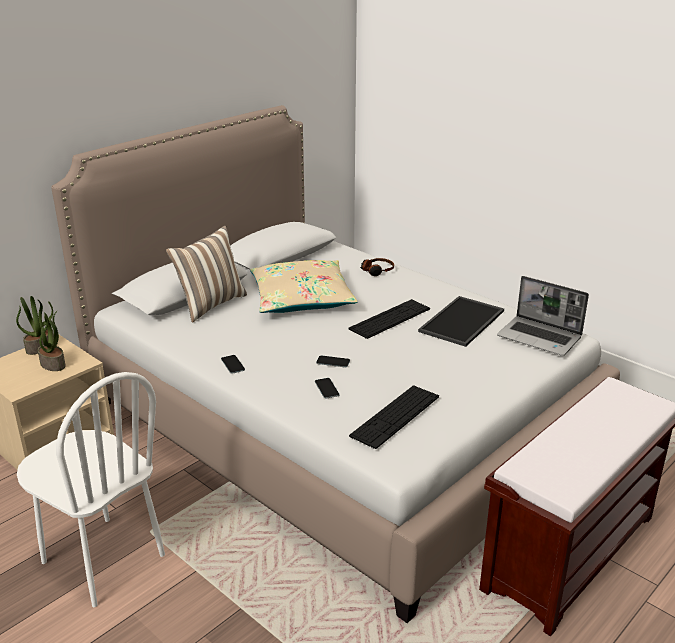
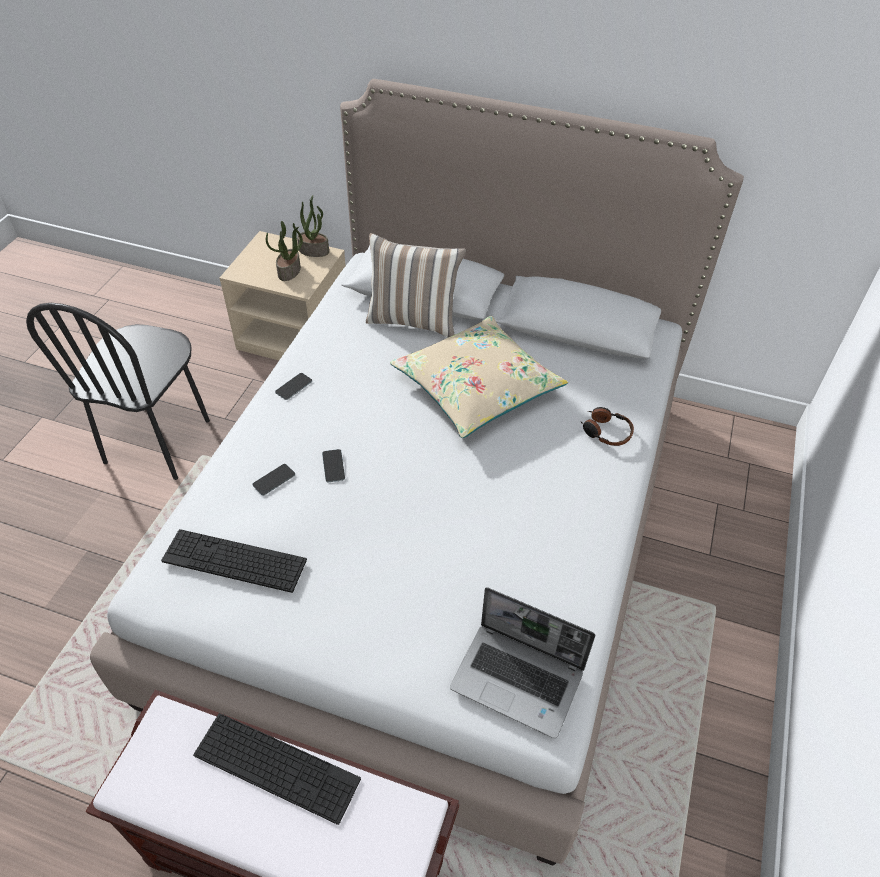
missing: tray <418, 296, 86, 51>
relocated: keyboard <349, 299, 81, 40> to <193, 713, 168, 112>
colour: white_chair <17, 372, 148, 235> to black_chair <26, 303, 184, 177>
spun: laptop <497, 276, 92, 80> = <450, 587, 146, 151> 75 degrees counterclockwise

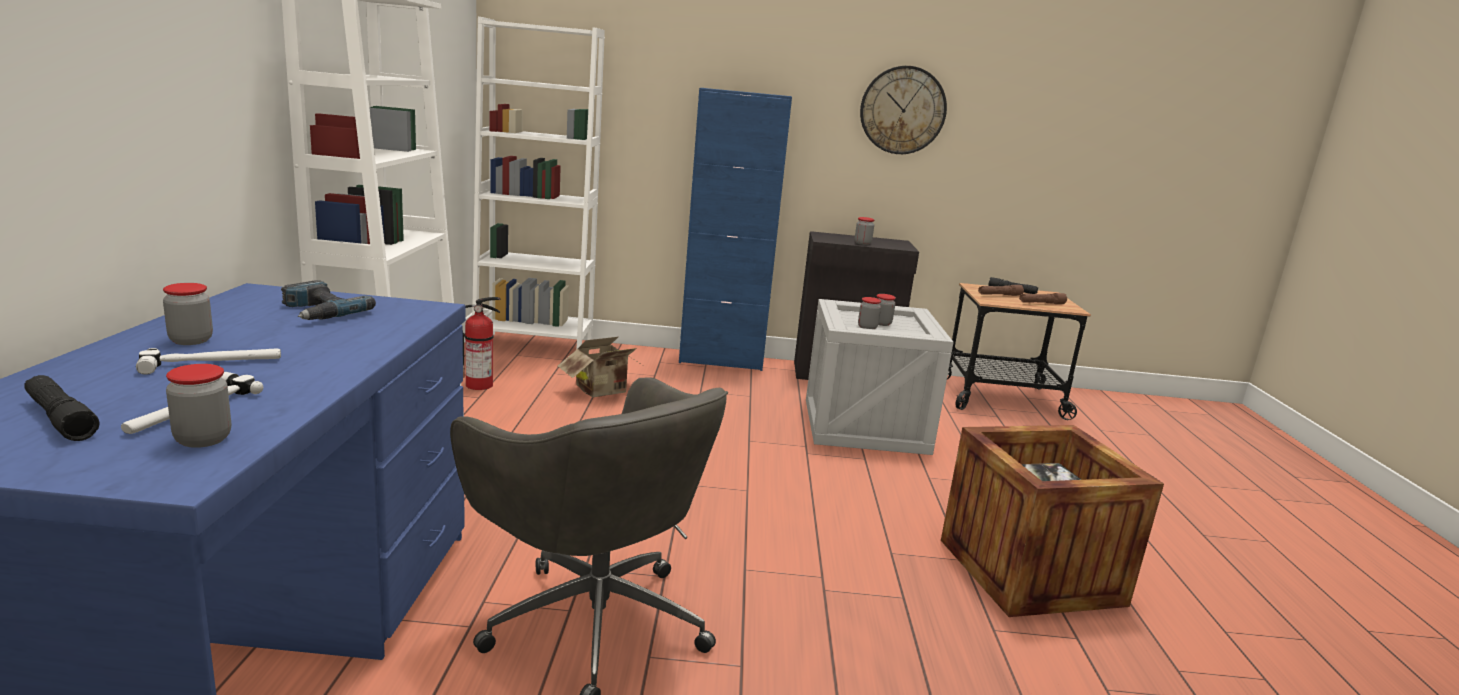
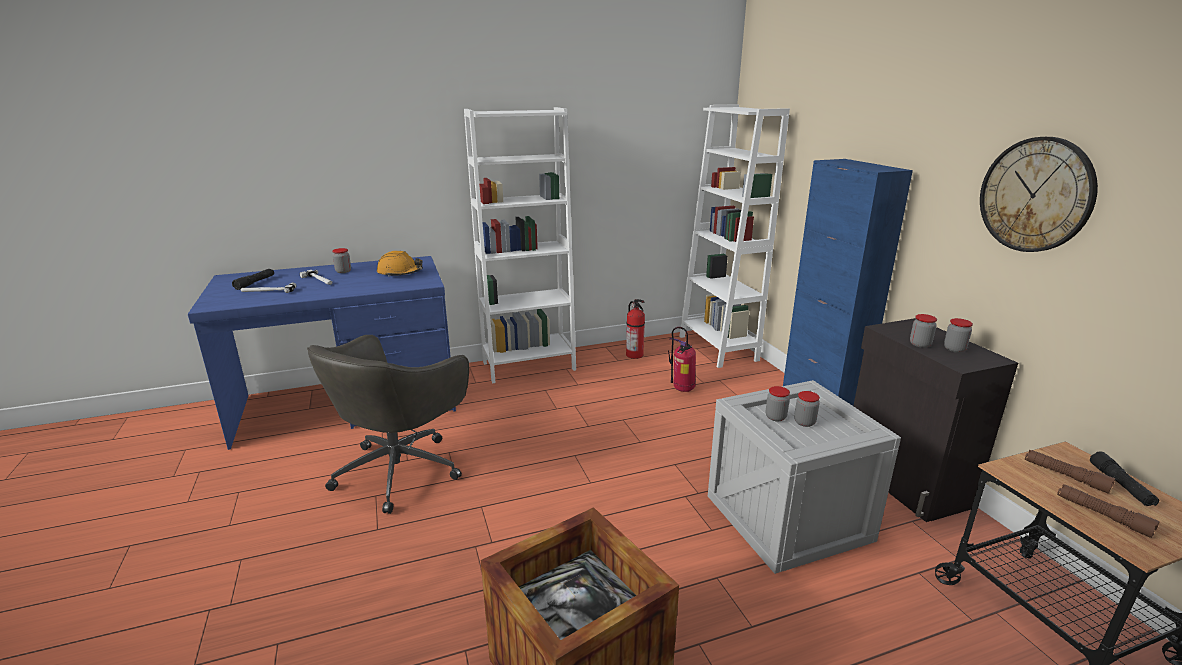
relocated: jar <166, 364, 65, 84> to <944, 318, 29, 35>
exchanged: power_drill <281, 280, 95, 40> to orange_hard_hat <377, 251, 46, 26>; cardboard_box <558, 337, 84, 60> to fire_extinguisher <668, 327, 28, 65>

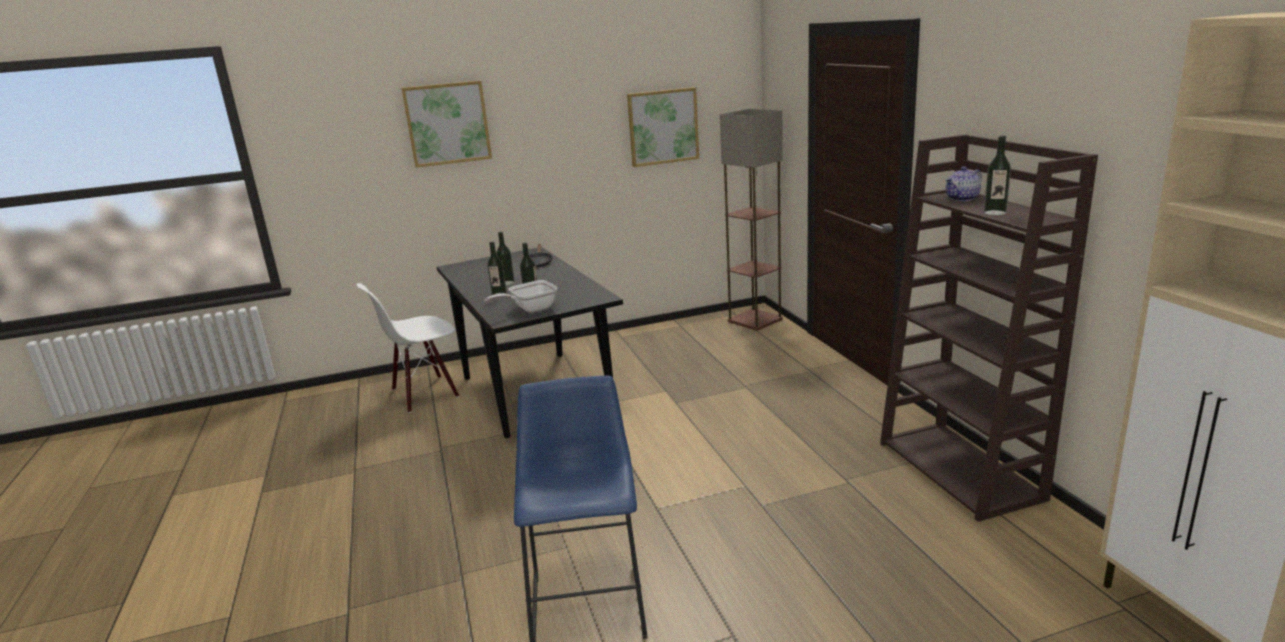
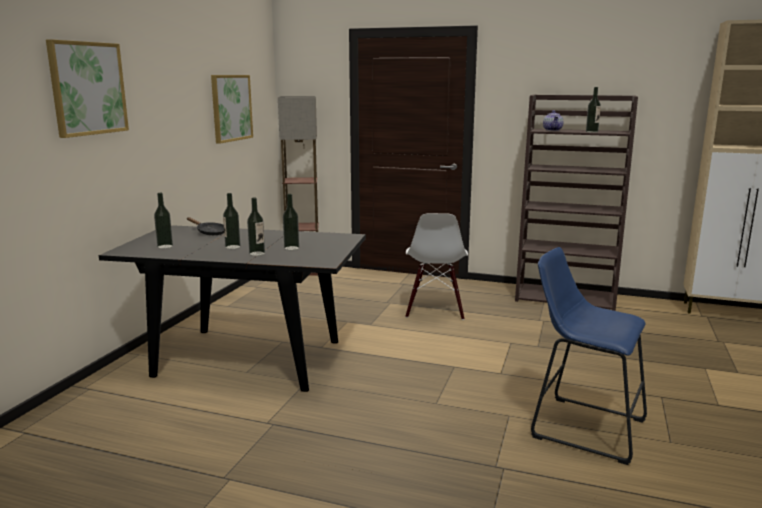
missing: frying_pan <484, 280, 74, 32>
appeared: bottle <154, 193, 19, 56>
relocated: white_chair <357, 283, 102, 130> to <406, 213, 62, 107>

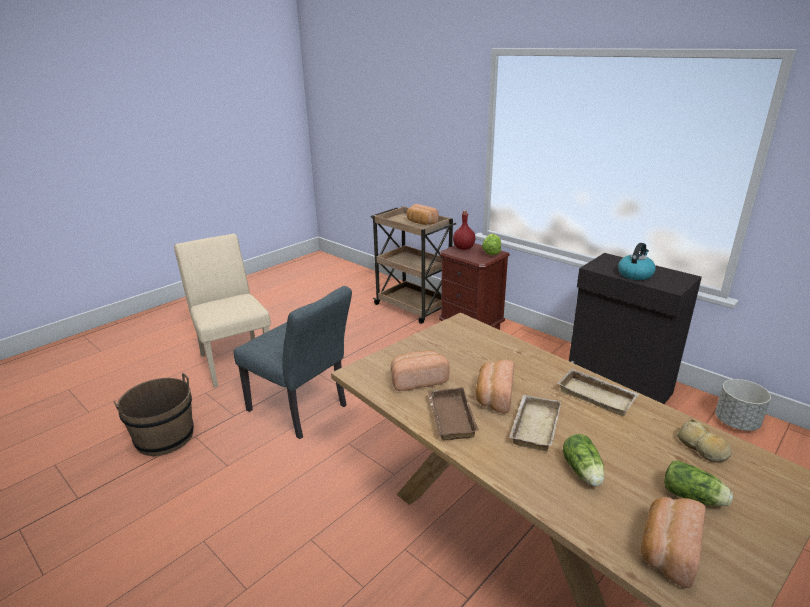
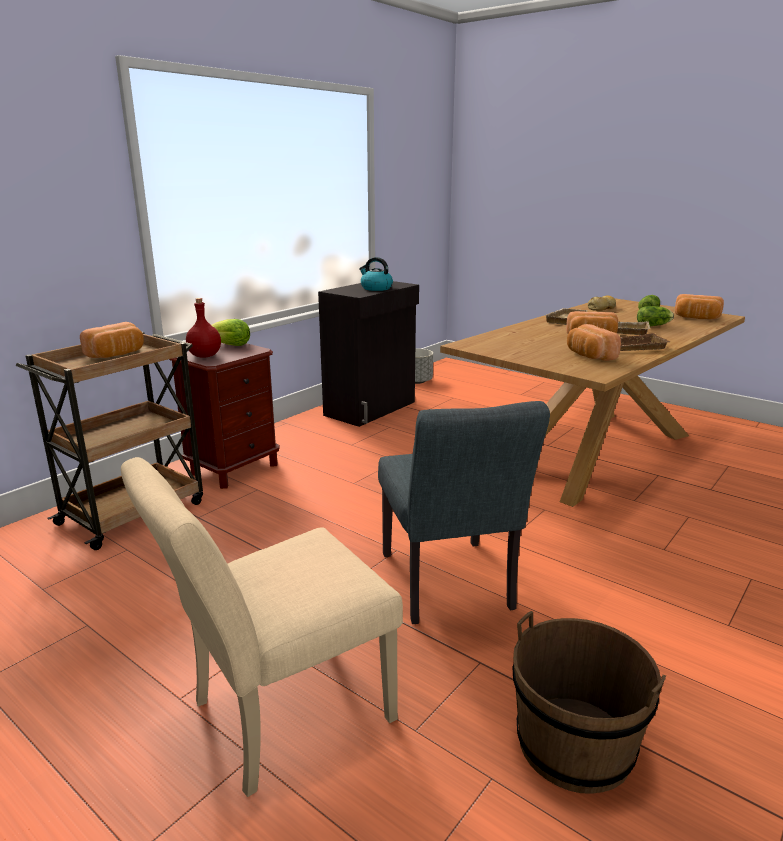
spun: grey_chair <234, 286, 118, 153> = <378, 401, 172, 223> 135 degrees clockwise

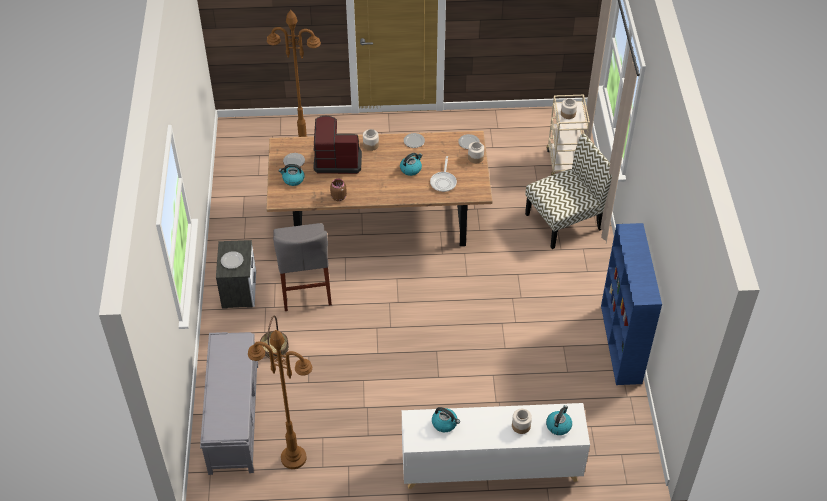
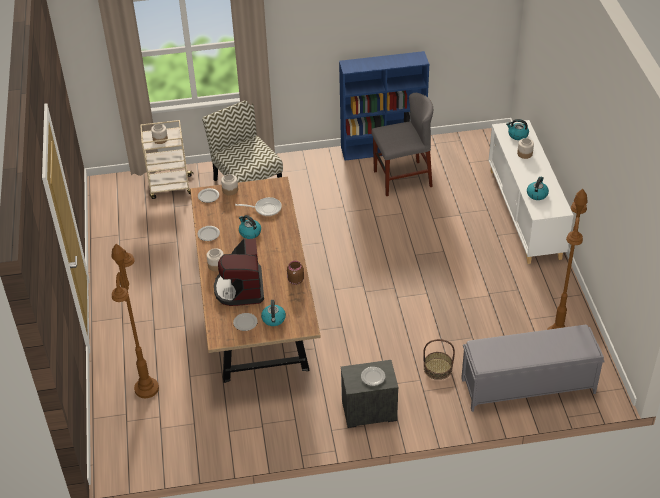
relocated: grey_chair <273, 223, 59, 88> to <371, 93, 62, 103>

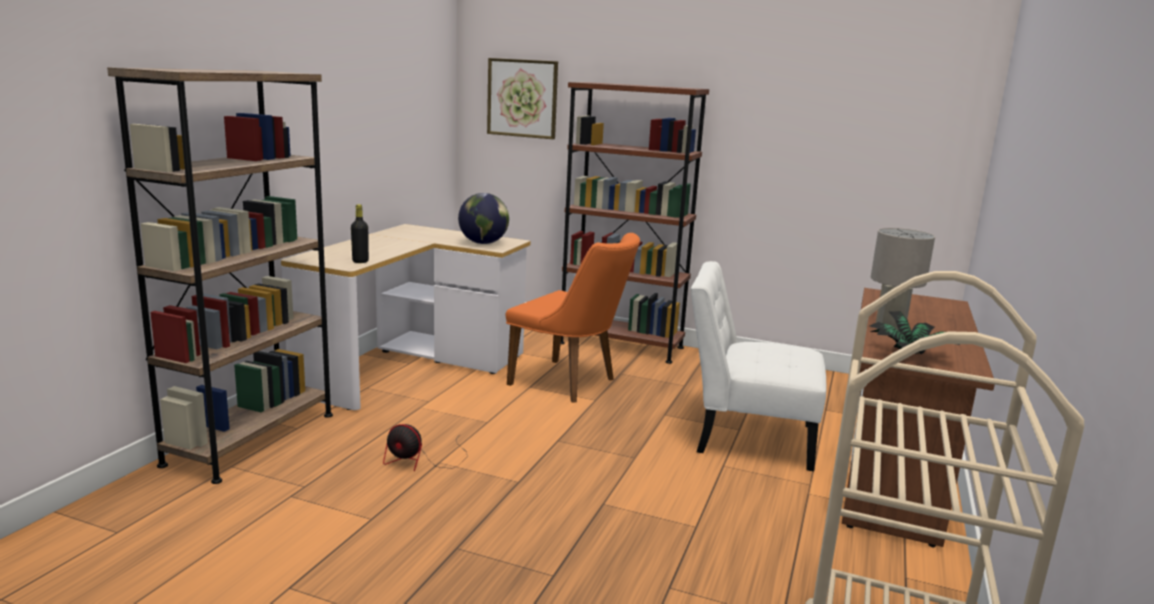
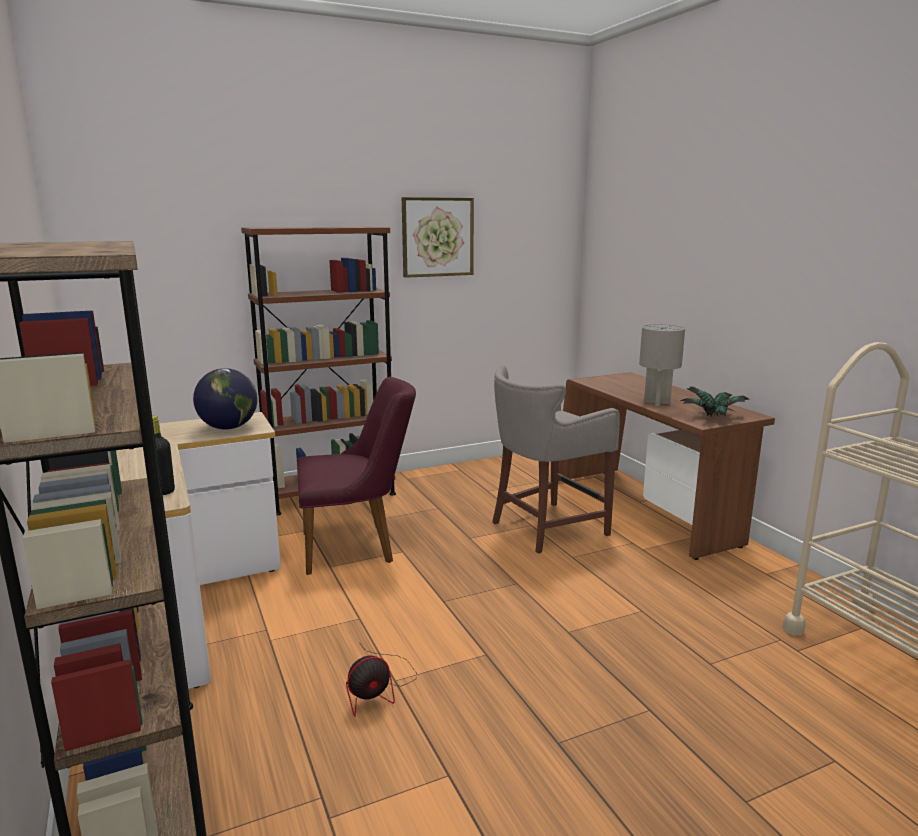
relocated: picture <487, 58, 71, 81> to <402, 197, 72, 81>
exchanged: white_chair <691, 261, 135, 210> to grey_stool <492, 365, 128, 189>
colour: orange_chair <506, 233, 134, 170> to purple_chair <297, 377, 119, 198>

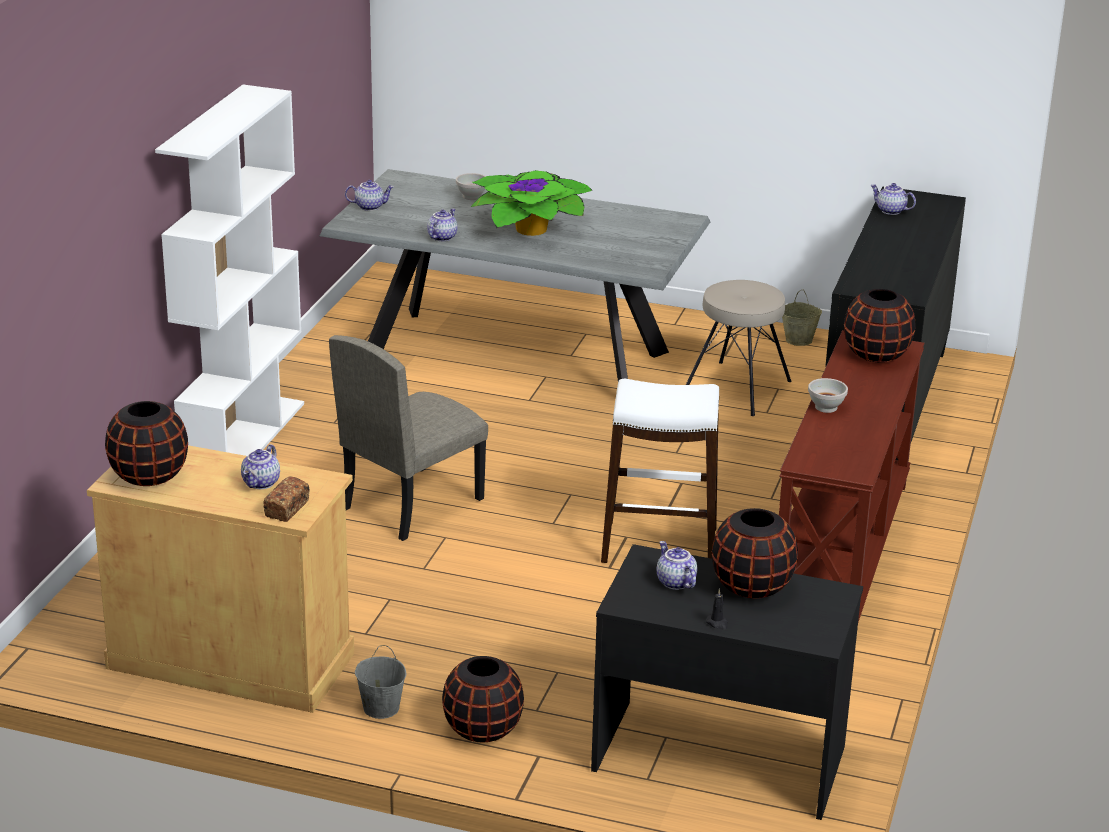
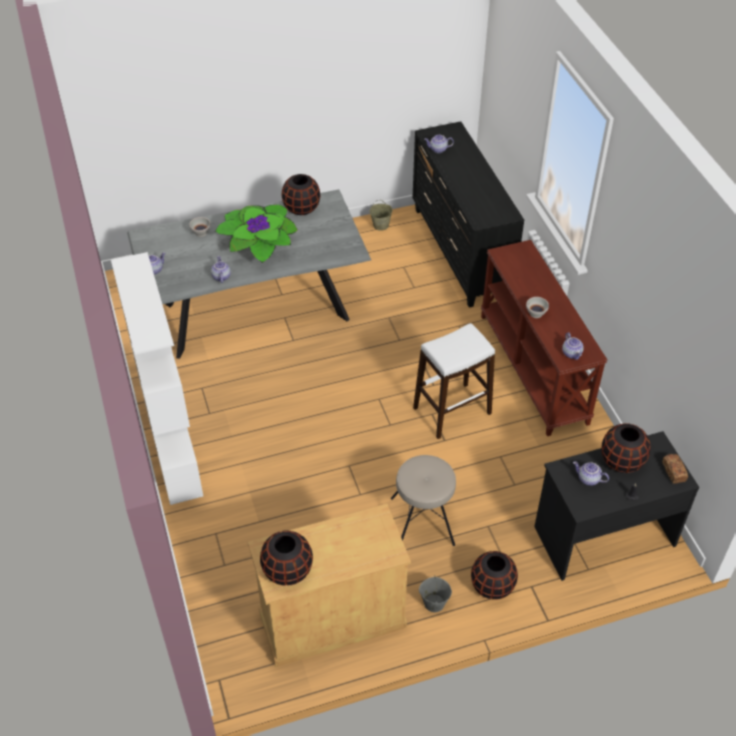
missing: beige_chair <329, 335, 159, 206>
relocated: teapot <241, 444, 39, 45> to <562, 332, 22, 28>; bread <264, 476, 46, 46> to <663, 454, 25, 30>; beige_stool <686, 280, 106, 136> to <391, 455, 65, 91>; black_vase <844, 289, 72, 74> to <282, 174, 38, 41>

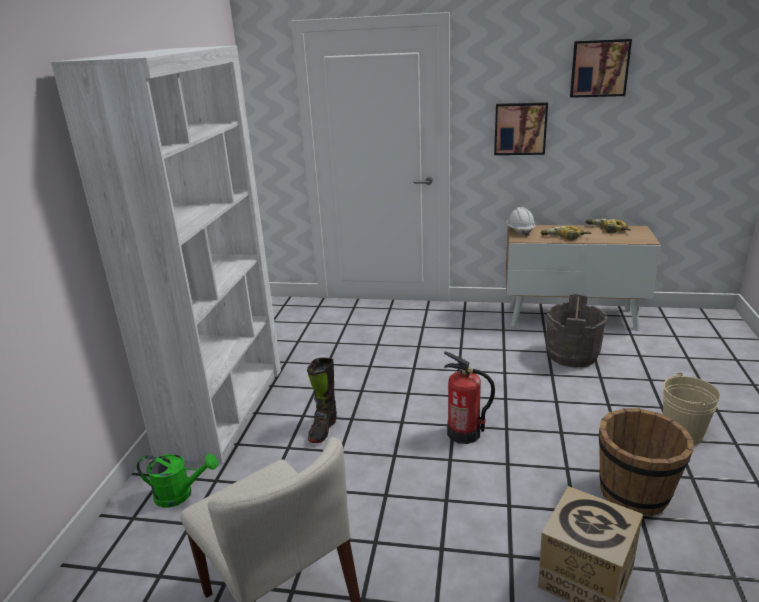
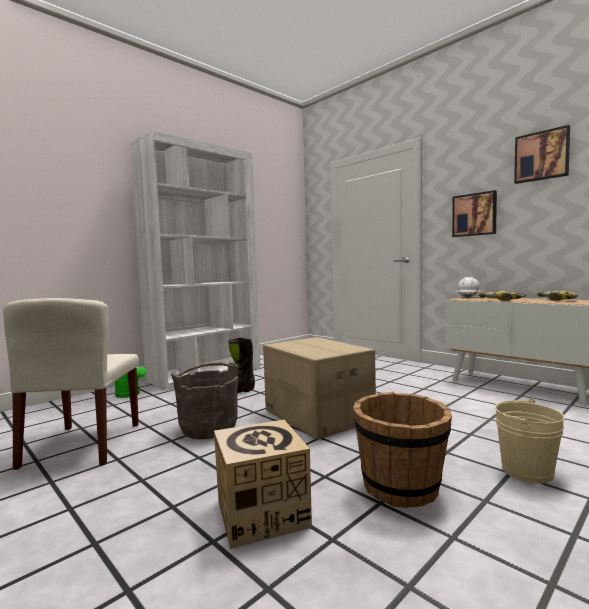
relocated: grey_bucket <547, 294, 60, 73> to <171, 362, 68, 77>
exchanged: fire_extinguisher <444, 351, 51, 93> to cardboard_box <263, 337, 113, 103>

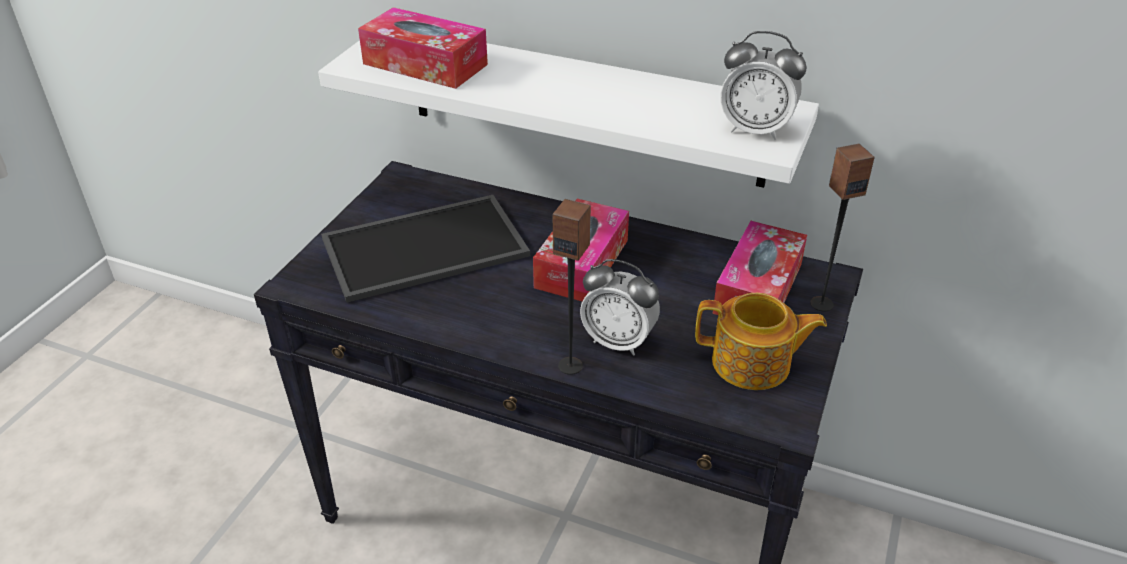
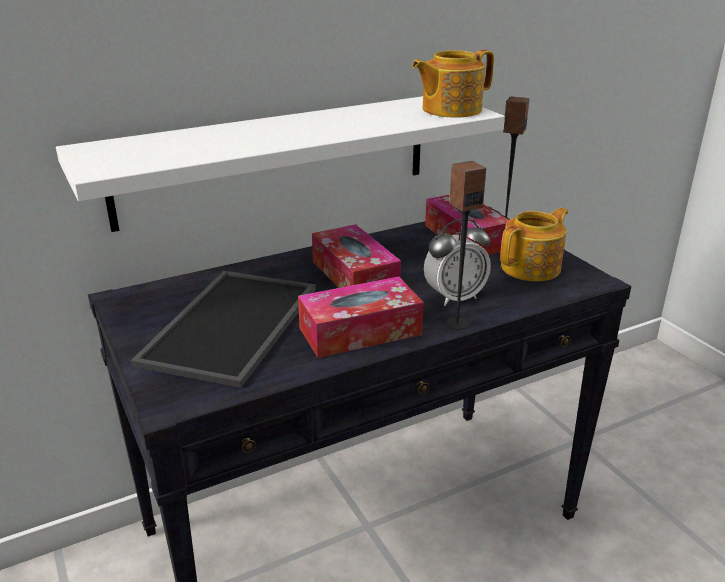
relocated: tissue_box <358, 7, 130, 82> to <298, 277, 126, 81>
exchanged: alarm_clock <721, 31, 85, 109> to teapot <412, 50, 82, 68>

